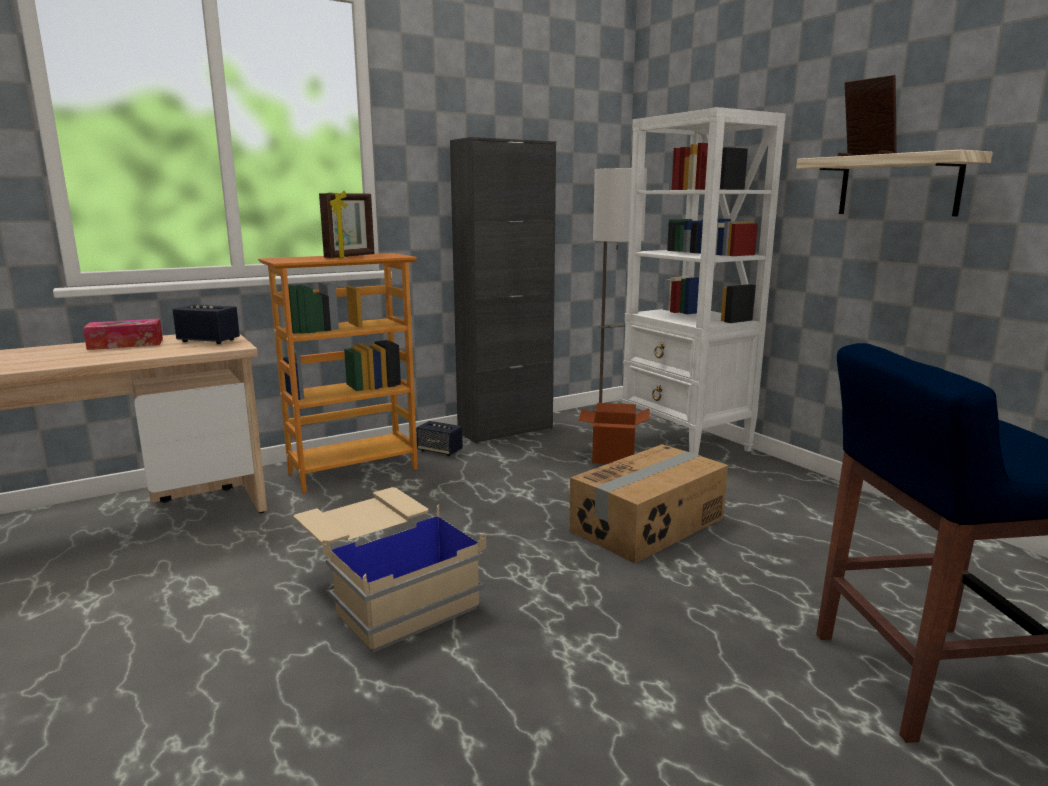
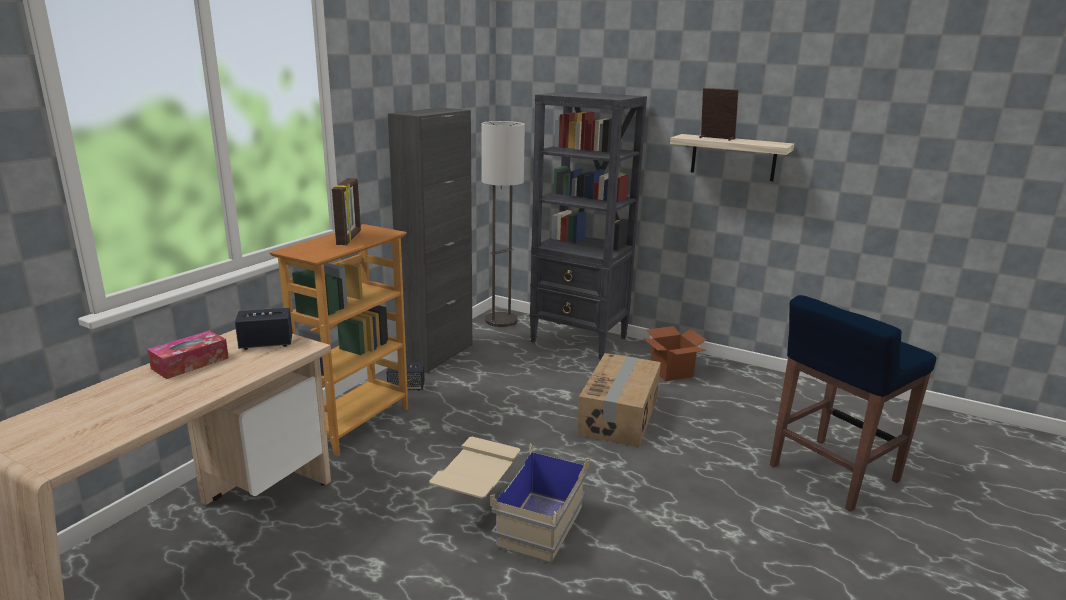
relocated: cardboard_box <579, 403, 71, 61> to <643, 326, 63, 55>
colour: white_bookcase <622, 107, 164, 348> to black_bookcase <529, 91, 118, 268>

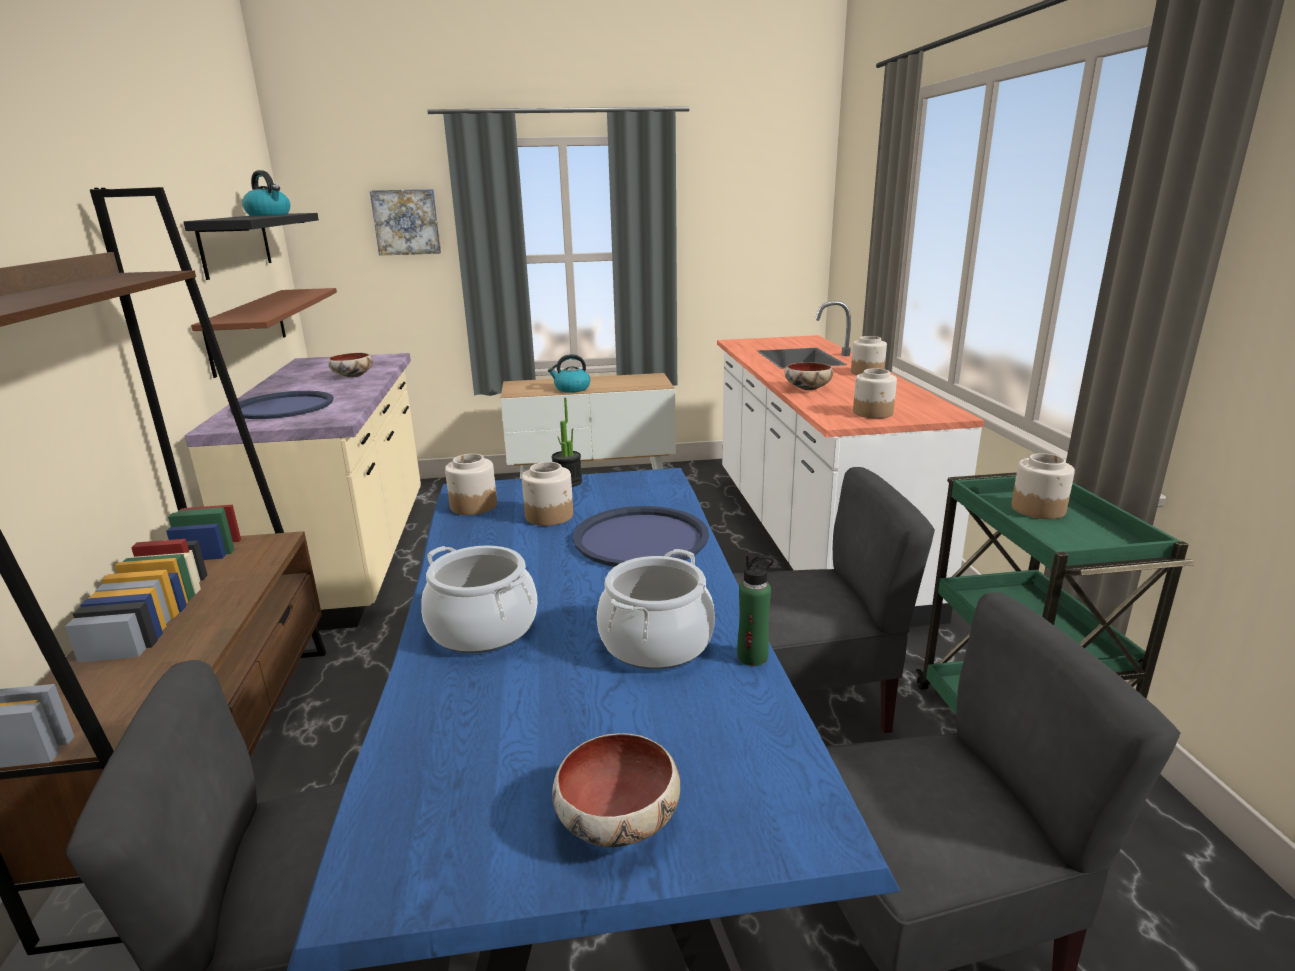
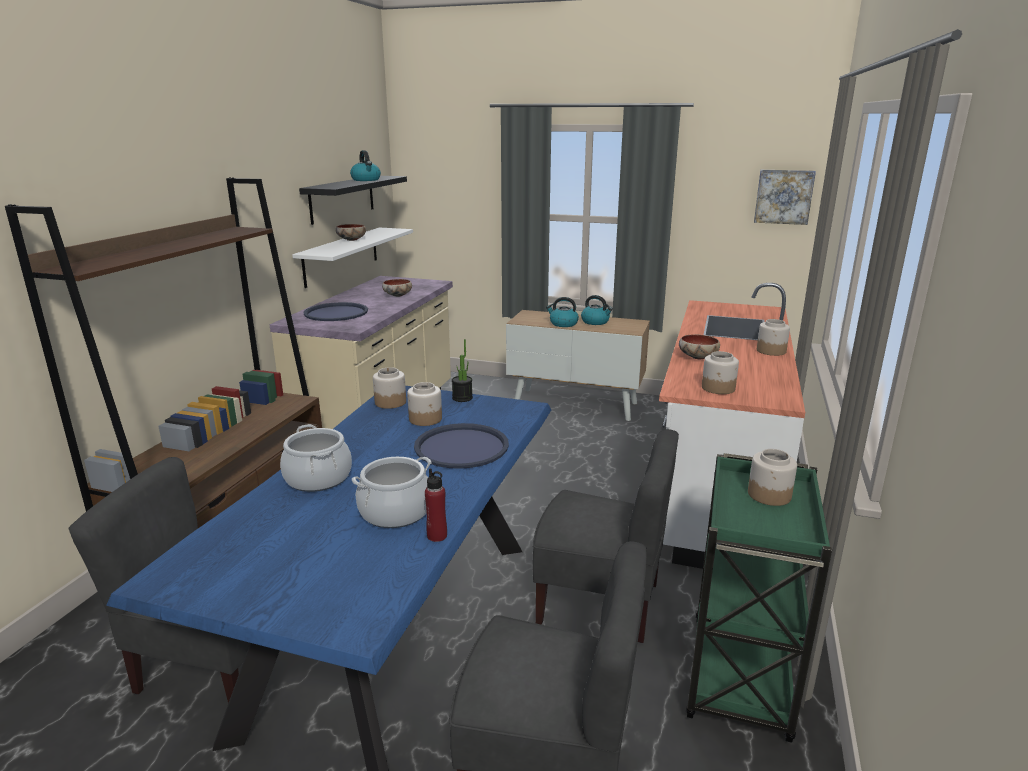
appeared: kettle <581, 295, 32, 30>
relocated: picture <370, 189, 71, 67> to <754, 170, 62, 55>; bowl <552, 733, 128, 114> to <335, 224, 31, 17>
colour: brown_shelf <191, 288, 146, 90> to white_shelf <292, 227, 121, 61>; green_bottle <737, 554, 36, 112> to red_bottle <425, 468, 22, 74>

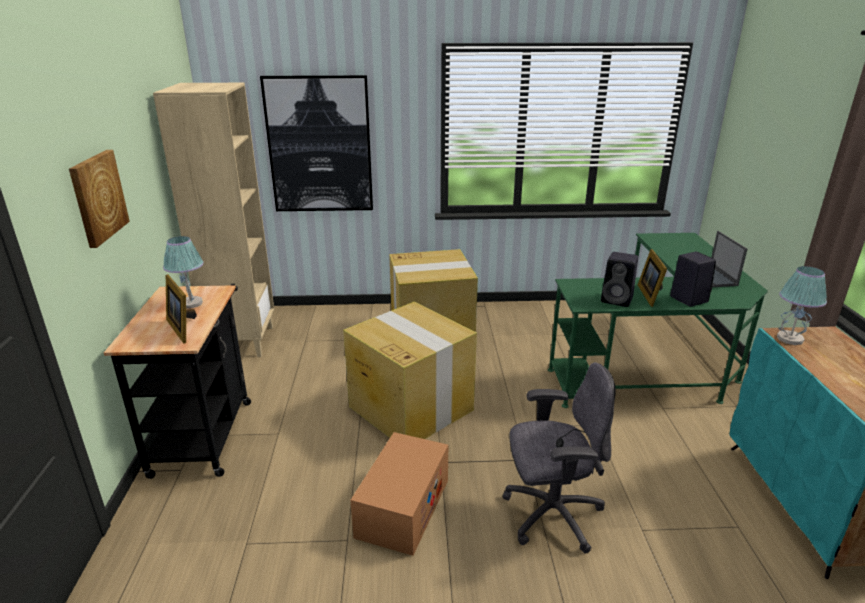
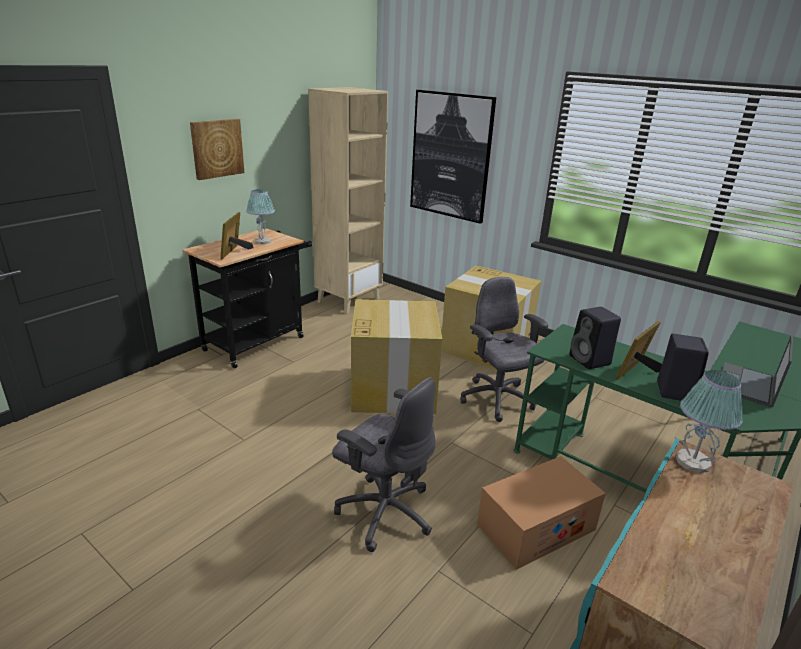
appeared: grey_office_chair <460, 277, 88, 145>
relocated: cardboard_box <350, 432, 98, 124> to <477, 456, 129, 114>

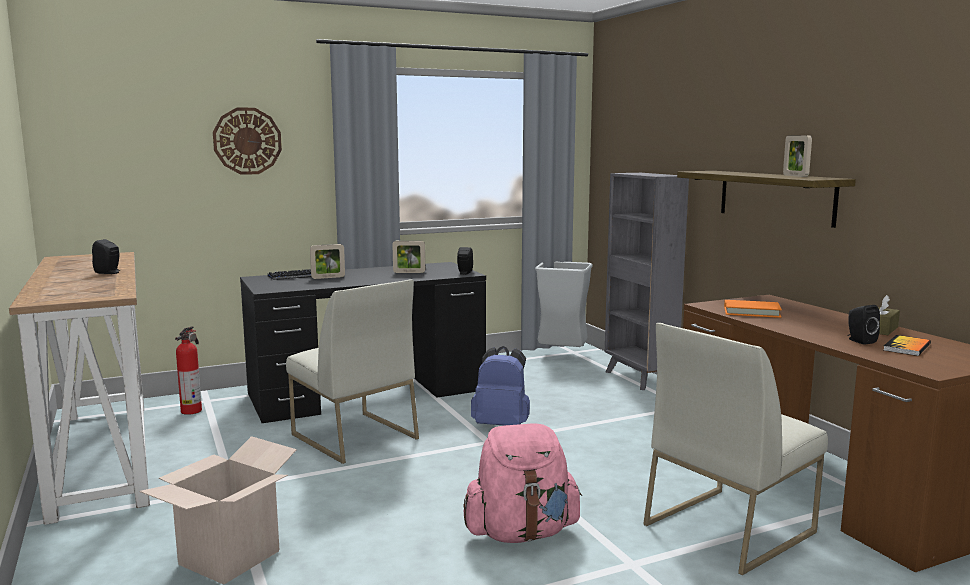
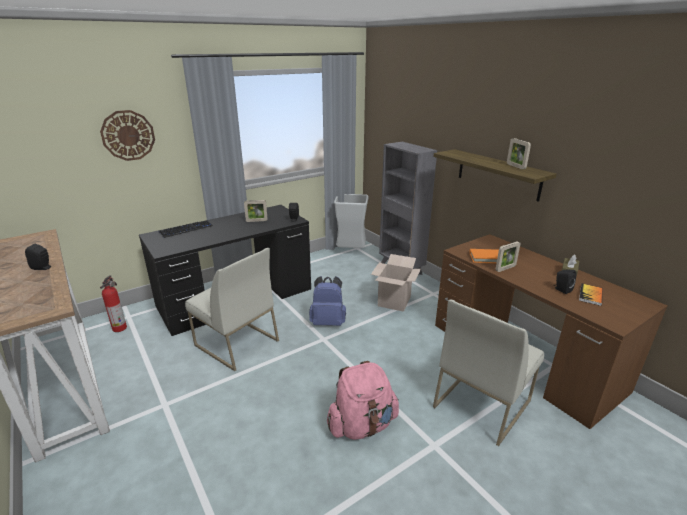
relocated: cardboard_box <139, 436, 158, 149> to <371, 254, 50, 58>; picture_frame <310, 244, 35, 35> to <495, 241, 26, 31>

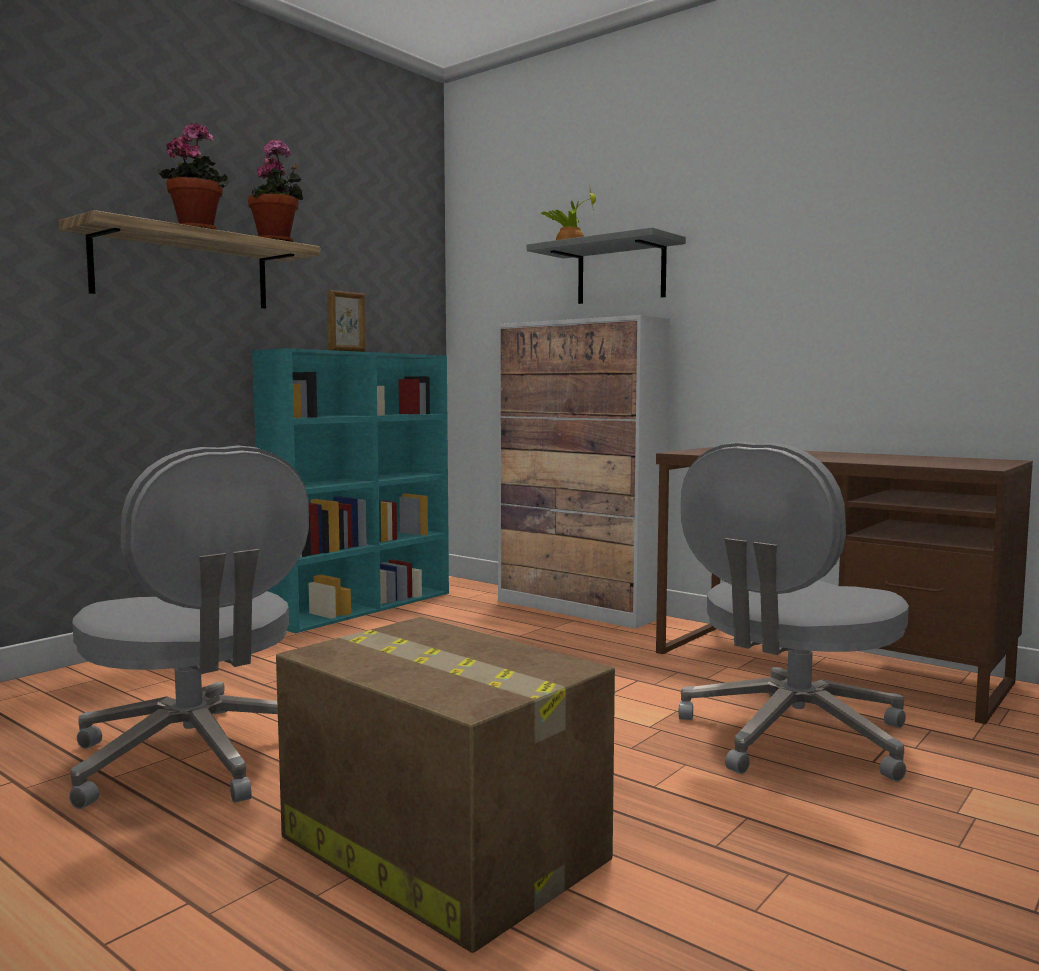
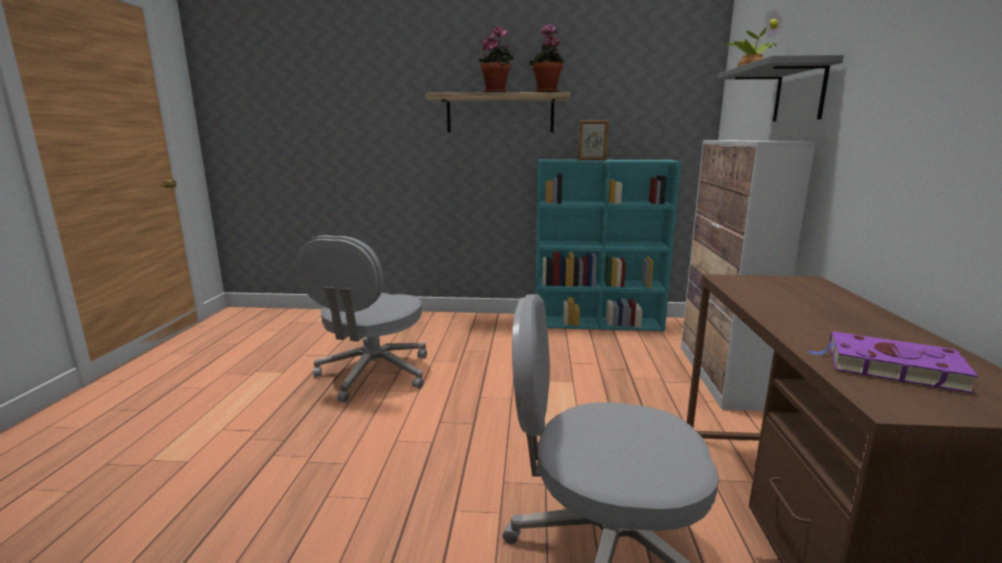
missing: cardboard_box <276, 617, 339, 336>
appeared: purple_book <807, 331, 171, 63>

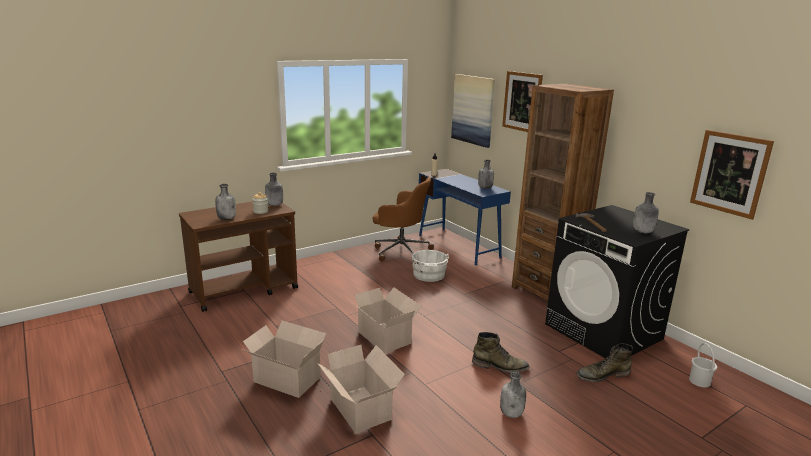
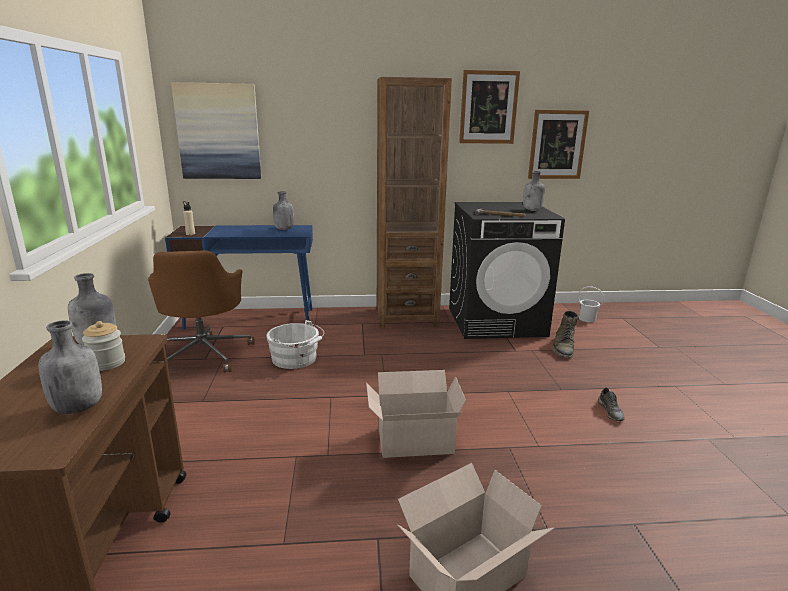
missing: cardboard_box <317, 345, 88, 88>; green_boot <472, 332, 58, 41>
relocated: picture <502, 71, 41, 61> to <459, 70, 61, 74>
exchanged: grey_bottle <500, 372, 26, 46> to grey_shoe <598, 387, 26, 34>
spun: brown_office_chair <373, 177, 61, 84> = <148, 250, 107, 123> 120 degrees clockwise

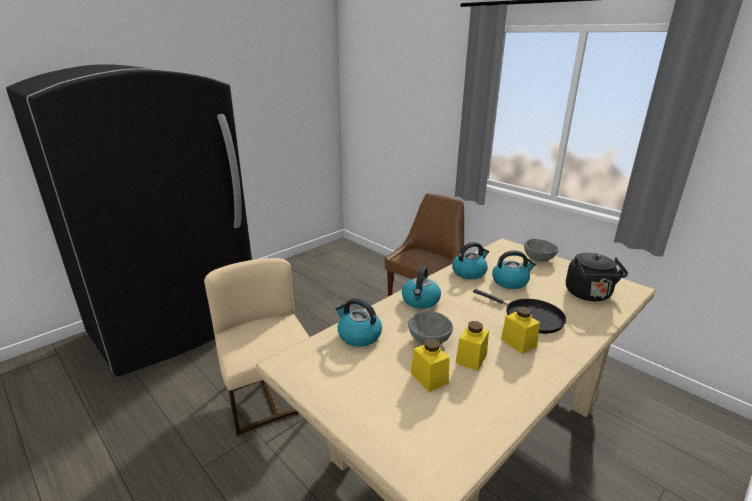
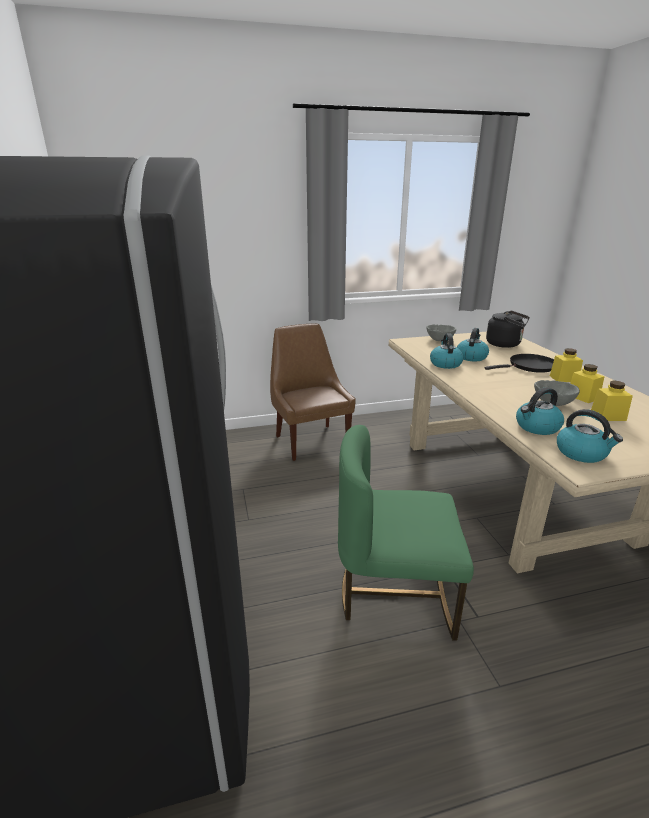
relocated: kettle <402, 266, 39, 43> to <557, 409, 66, 54>
colour: beige_chair <204, 258, 105, 178> to green_chair <338, 425, 136, 216>

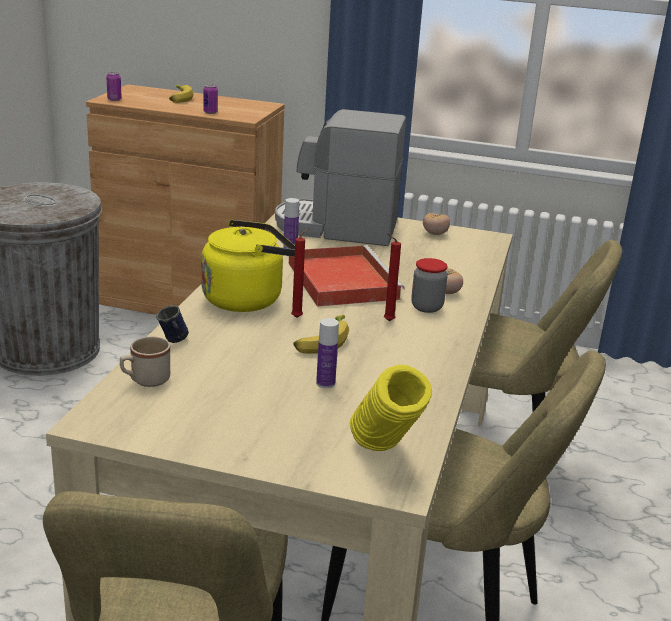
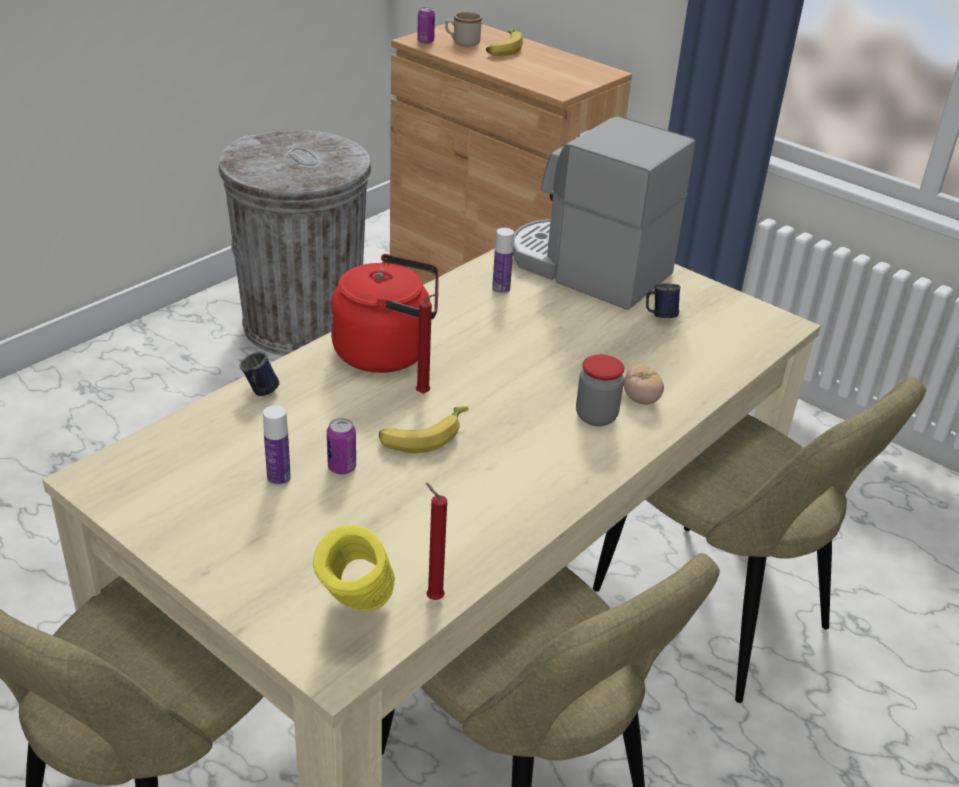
missing: red_tray <289, 245, 116, 62>; tomato <423, 213, 27, 22>
appeared: blue_mug <646, 283, 35, 35>
relocated: beige_mug <120, 337, 50, 50> to <445, 12, 37, 35>; can <203, 84, 15, 30> to <327, 418, 29, 56>; bottle <316, 318, 23, 70> to <263, 405, 28, 81>; red_candle <384, 233, 17, 88> to <426, 483, 21, 117>
colour: yellow_kettle <201, 220, 94, 92> to red_kettle <330, 254, 109, 119>

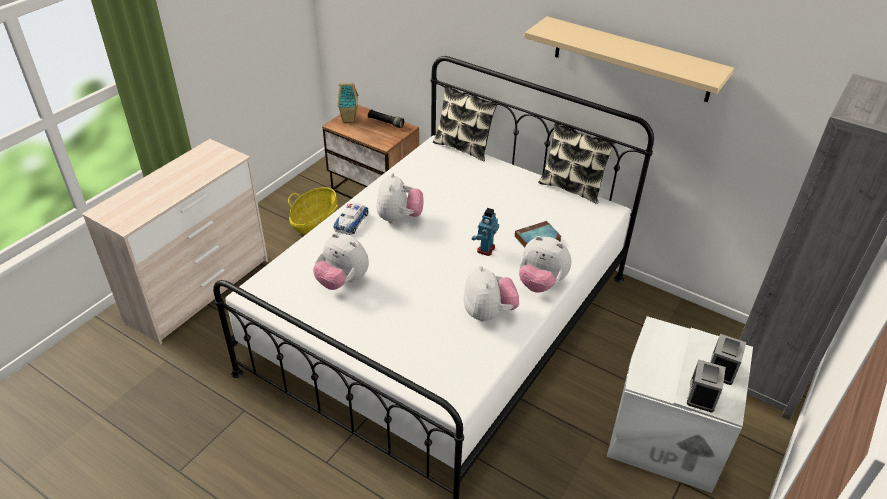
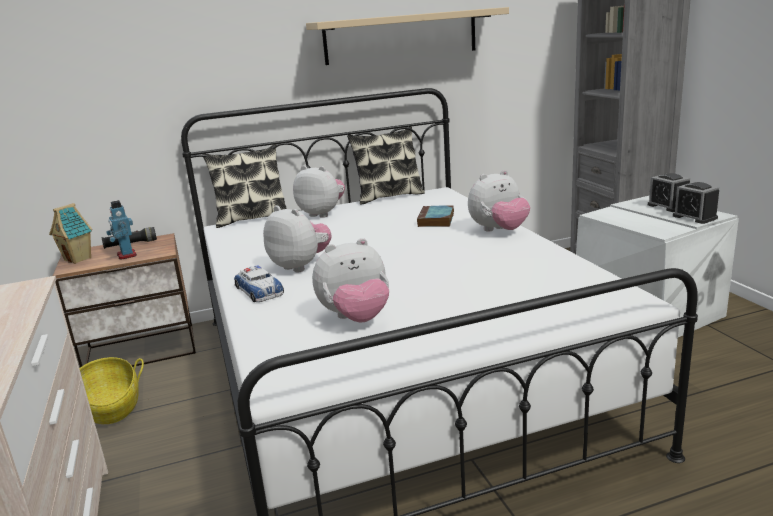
relocated: plush_toy <464, 265, 55, 57> to <293, 165, 52, 53>; toy_robot <471, 208, 28, 48> to <106, 200, 31, 60>

